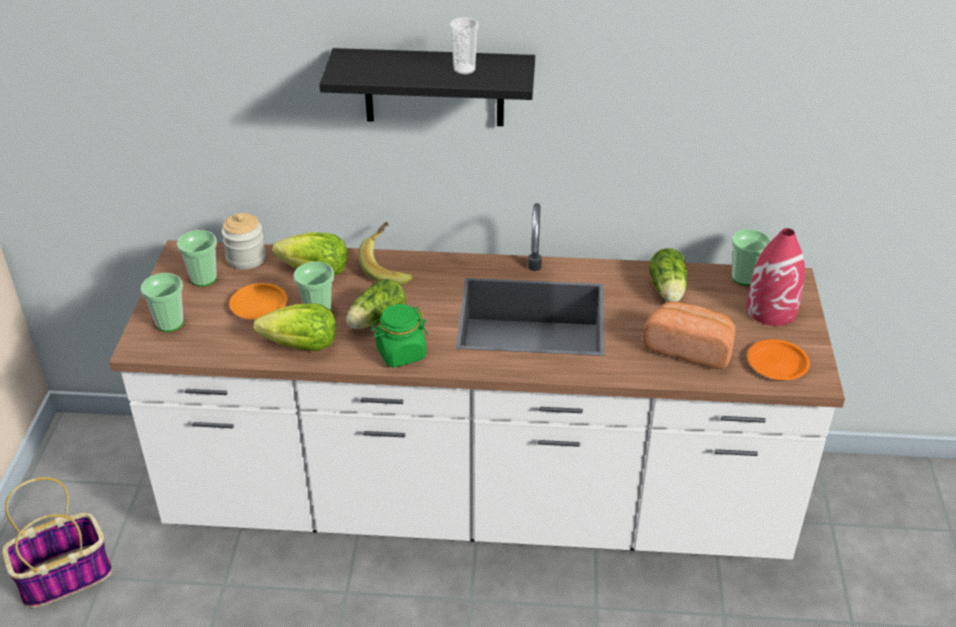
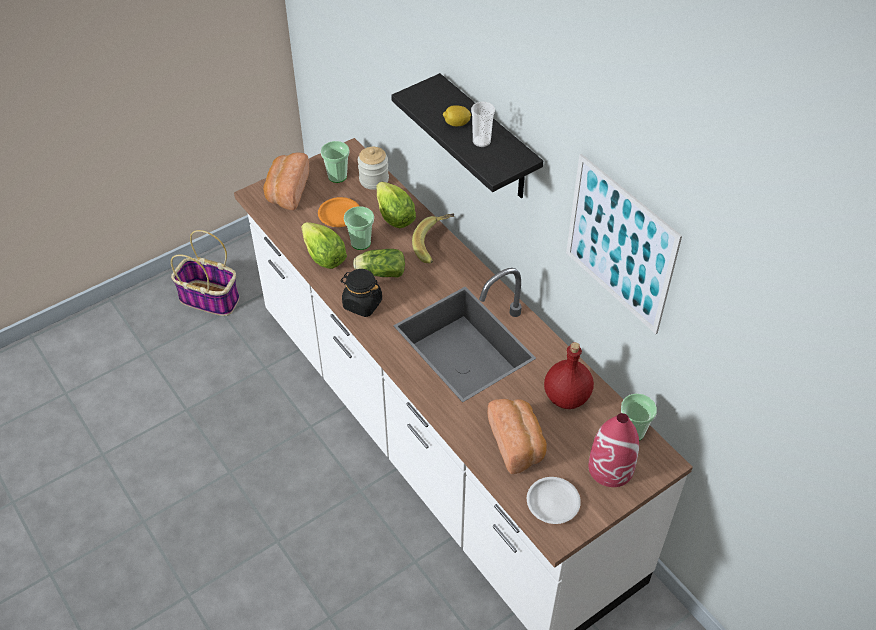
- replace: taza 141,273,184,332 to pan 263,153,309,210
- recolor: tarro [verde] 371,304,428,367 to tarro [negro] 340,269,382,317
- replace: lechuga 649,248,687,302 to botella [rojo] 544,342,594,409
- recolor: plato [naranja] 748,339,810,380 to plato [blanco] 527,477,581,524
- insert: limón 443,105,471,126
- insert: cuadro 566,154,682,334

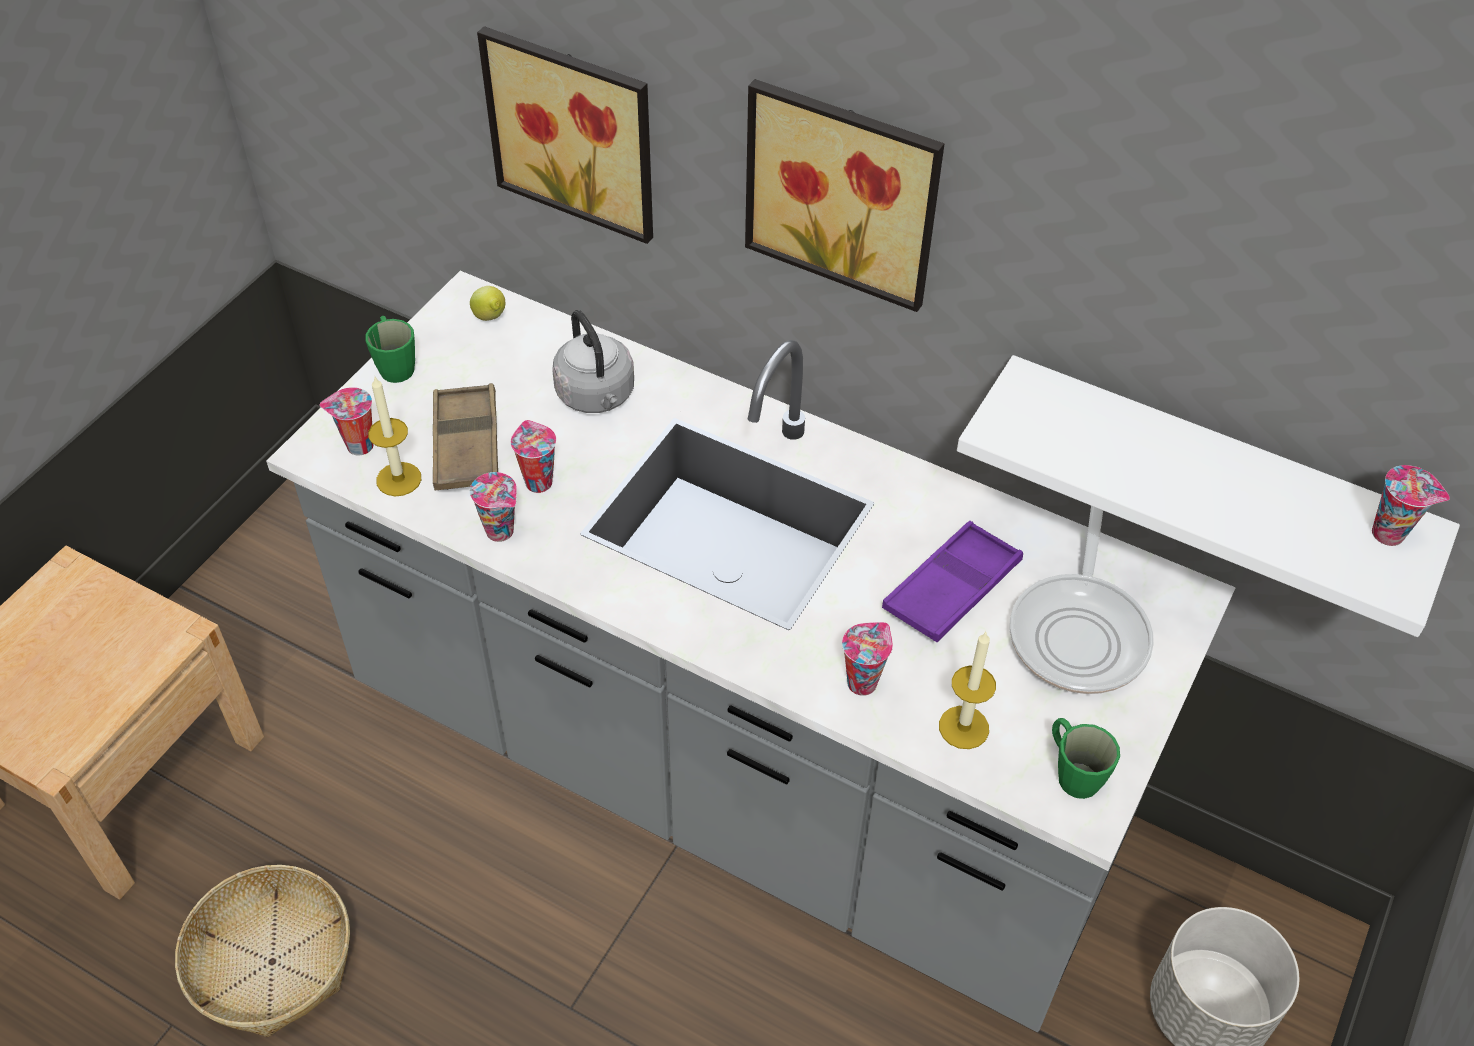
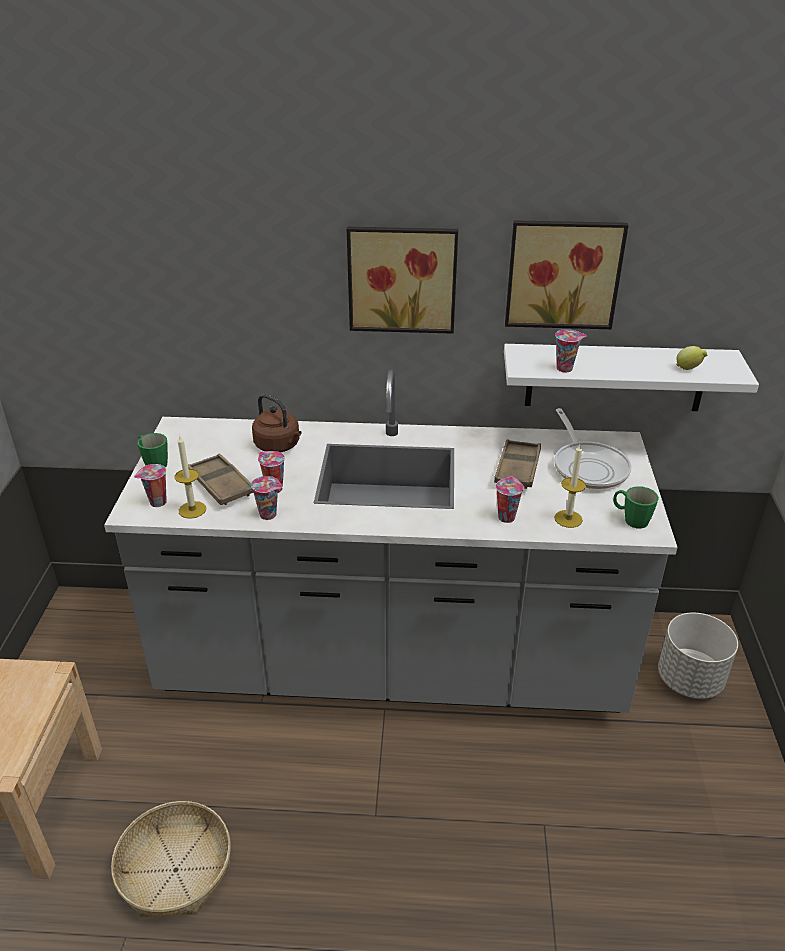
- move: limón 470,286,505,321 to 676,346,707,370
- move: cuadro 477,26,653,244 to 505,220,628,329
- recolor: hervidor [gris] 552,310,634,413 to hervidor [marrón] 252,394,301,453
- recolor: bandeja [morado] 882,521,1023,642 to bandeja [marrón] 494,440,541,489
- move: taza 1372,465,1450,546 to 555,329,587,373

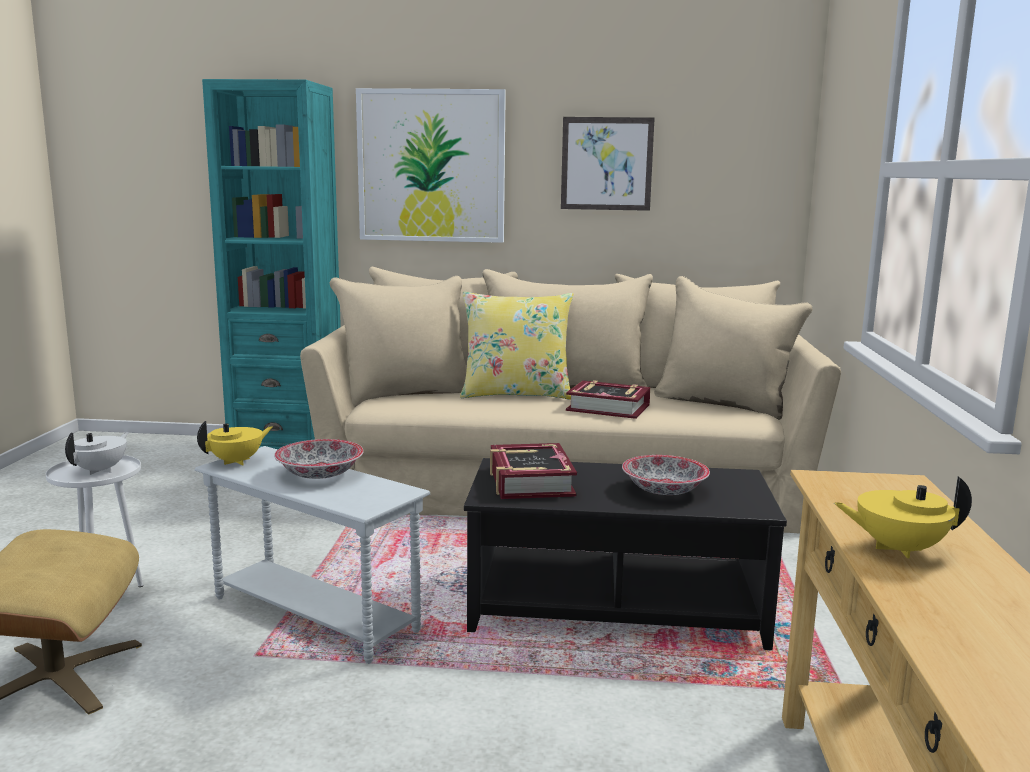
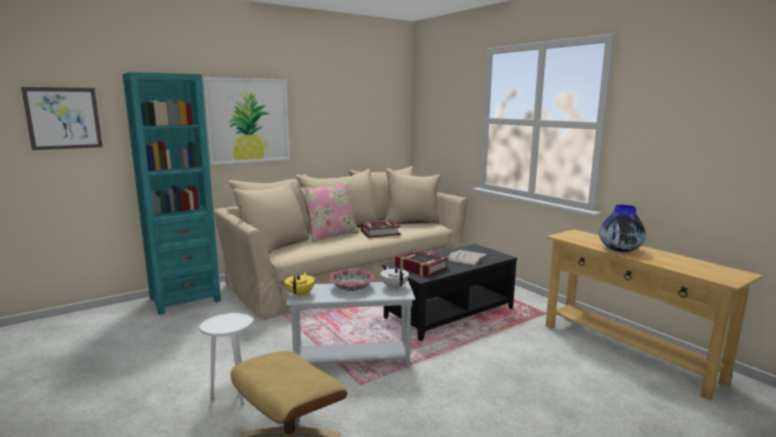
- move: tetera [blanco] 65,432,129,475 to 380,266,409,290
- recolor: cojín [amarillo] 460,292,573,400 to cojín [rosa] 300,182,359,243
- move: cuadro 561,117,655,211 to 21,87,103,150
- replace: cuenco 622,455,710,495 to libro [blanco] 446,250,488,266
- replace: tetera [amarillo] 834,477,972,558 to florero 599,205,646,252

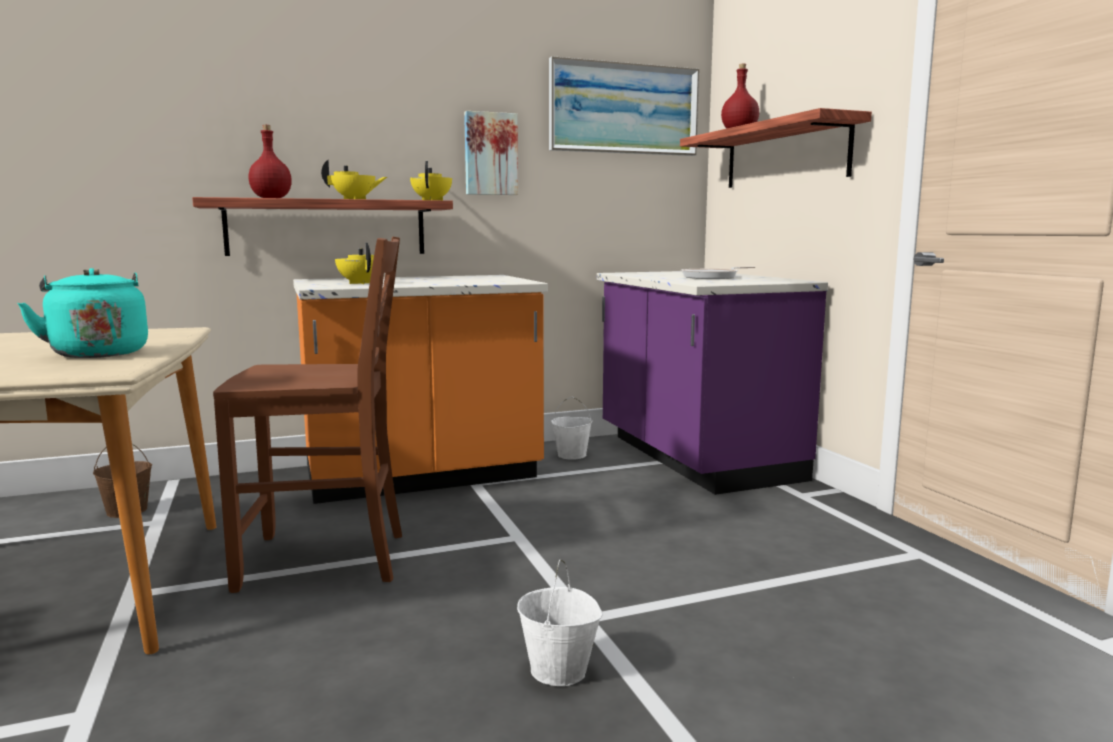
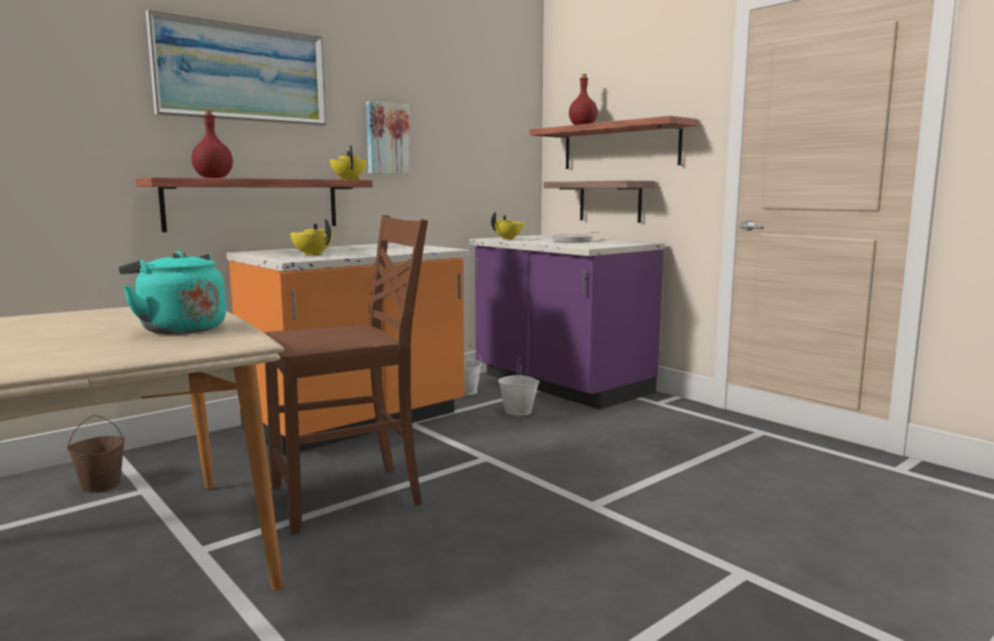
- move: tetera [amarillo] 321,160,387,199 to 491,212,526,239
- move: cubo [blanco] 517,560,603,686 to 498,359,539,416
- move: cuadro 549,56,699,156 to 146,10,326,126
- insert: estante 544,181,655,223

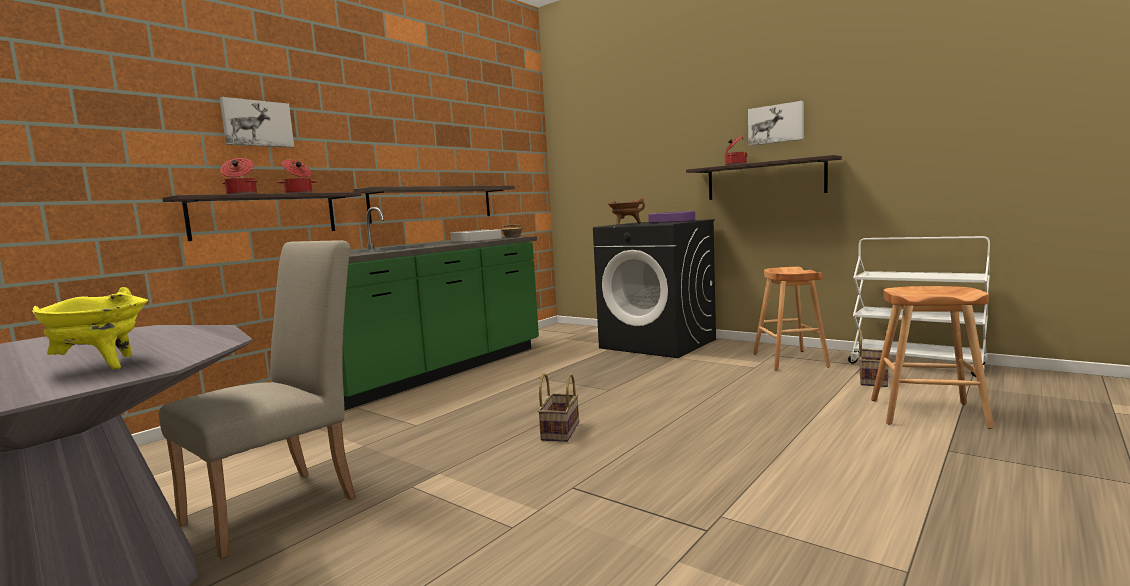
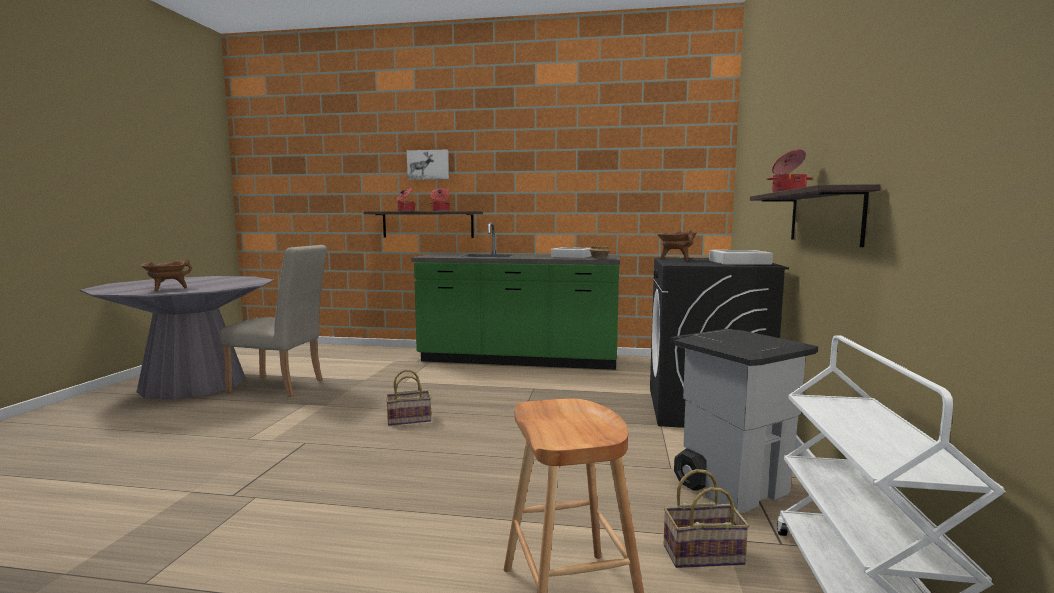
- recolor: olla [amarillo] 32,287,148,369 to olla [marrón] 141,259,192,291
- delete: estante 354,186,515,224
- recolor: bandeja [morado] 648,211,695,223 to bandeja [gris] 709,250,773,265
- delete: cuadro 748,101,804,146
- replace: taburete [marrón] 753,267,831,371 to papelera [gris] 670,329,818,513

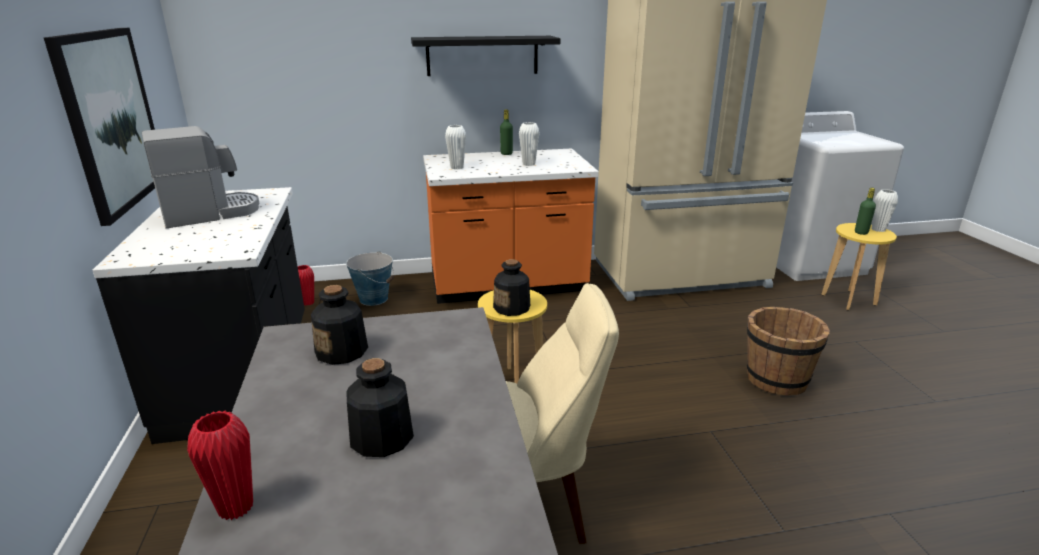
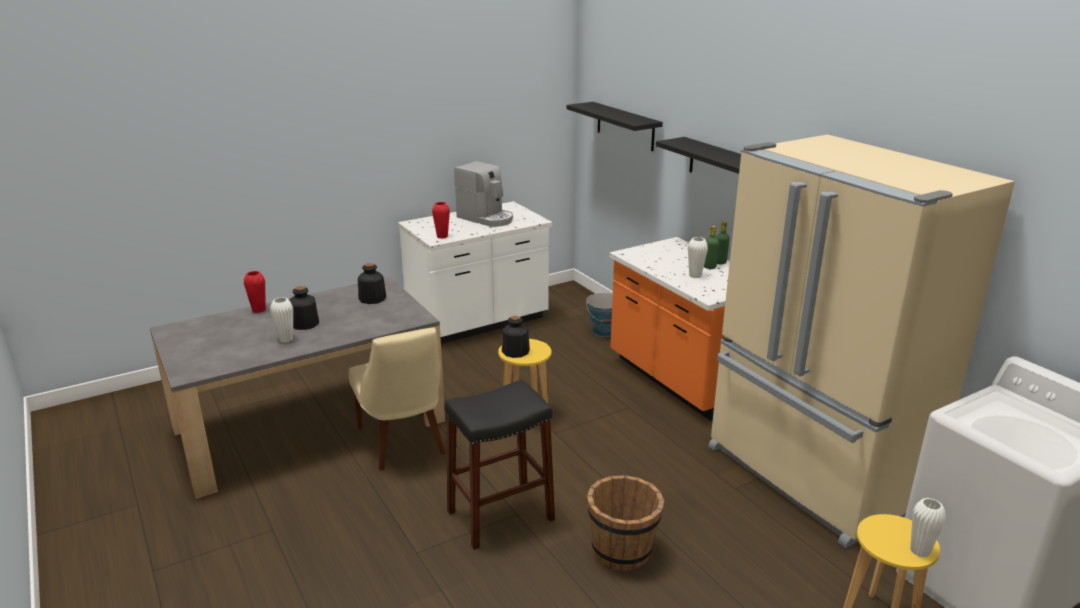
- delete: cuadro 44,28,155,226
- recolor: mueble bajo de cocina [negro] 93,187,305,444 to mueble bajo de cocina [blanco] 398,201,552,344
- move: florero [rojo] 298,265,314,306 to 432,202,450,239
- move: florero [blanco] 445,125,466,169 to 270,297,293,342
- move: botella [verde] 855,188,876,235 to 704,226,719,269
- insert: taburete [negro] 444,379,555,550
- insert: estante [negro] 567,102,663,151

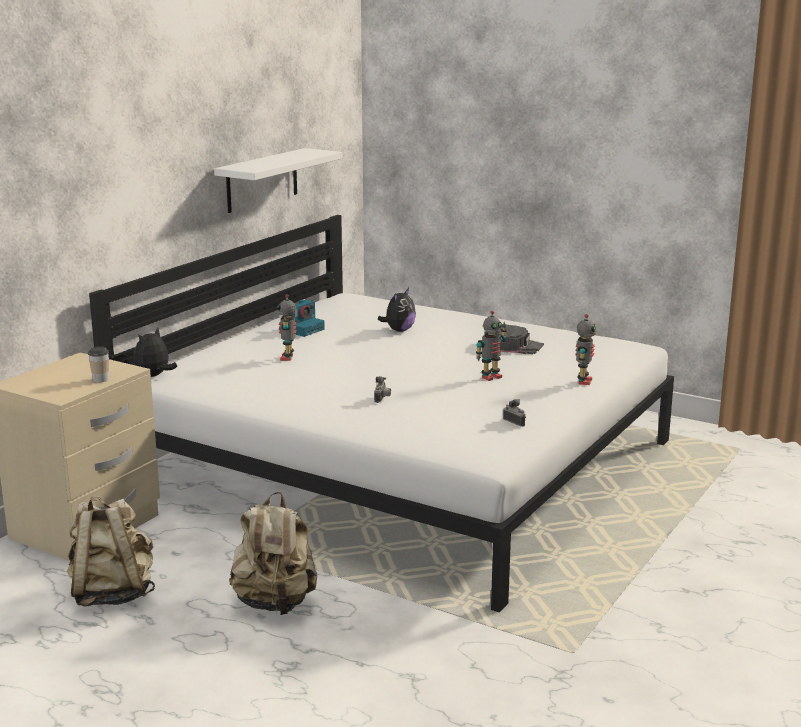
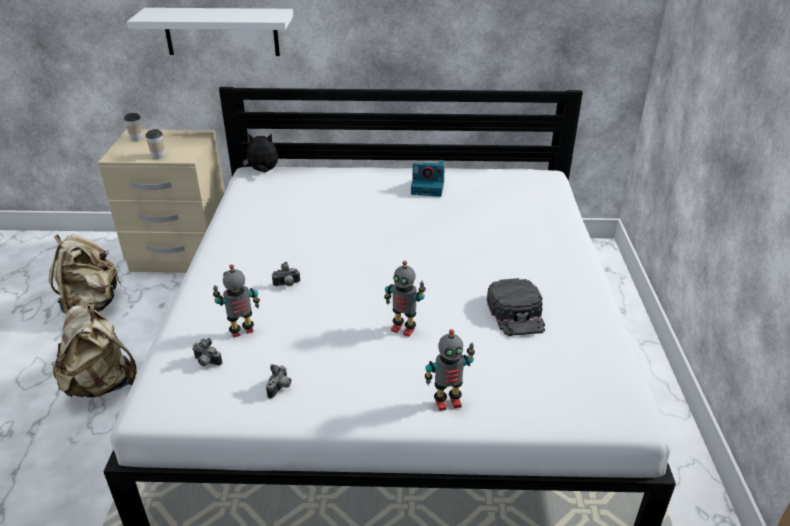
- move: estante [blanco] 214,148,343,213 to 127,8,293,56
- move: robot de juguete 278,294,297,361 to 213,264,260,338
- delete: peluche 378,288,416,332
- insert: taza 124,113,143,141
- insert: cámara 192,338,222,366

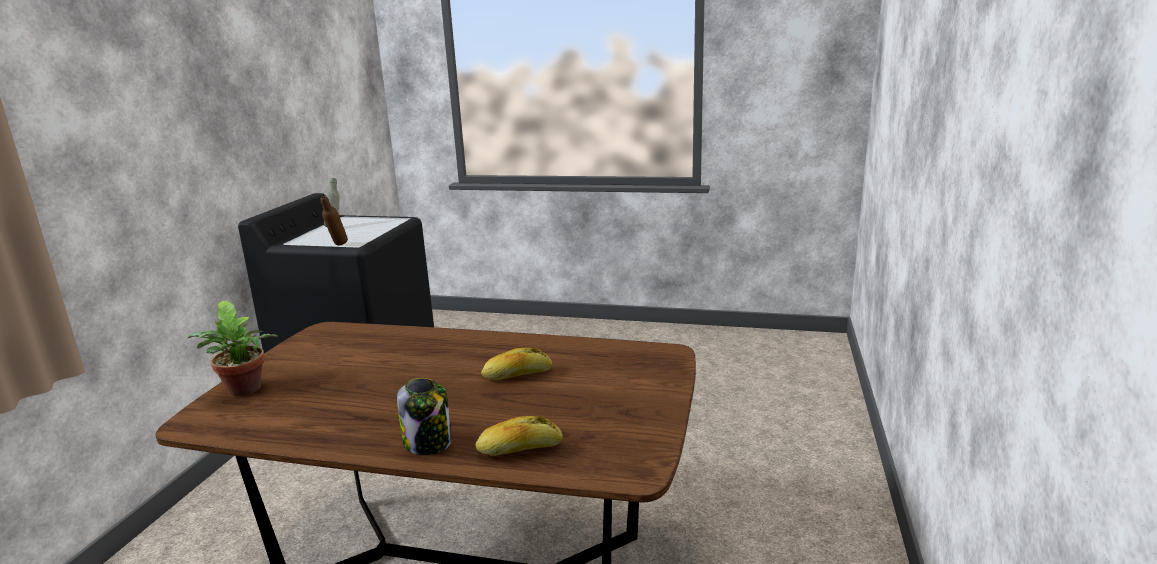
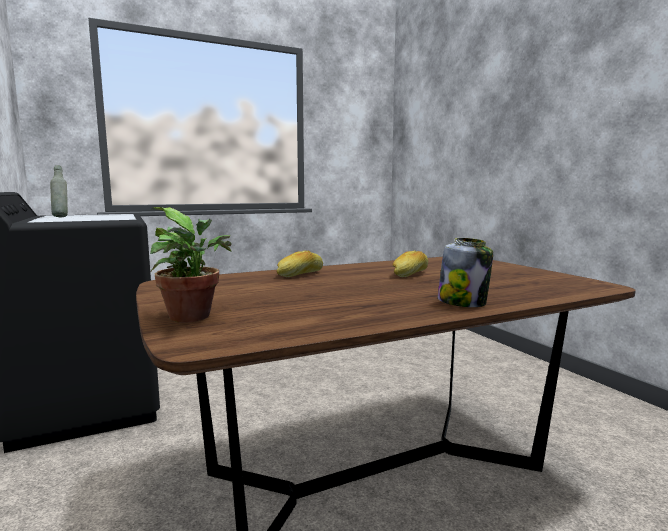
- delete: botella [marrón] 320,196,348,246
- move: pan 475,416,563,456 to 277,251,323,277

